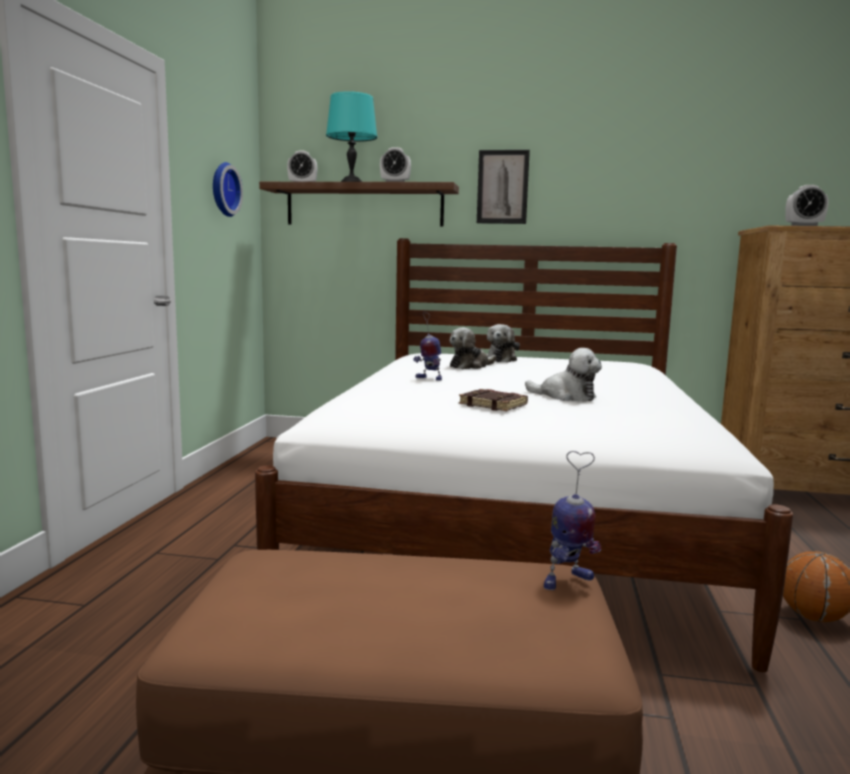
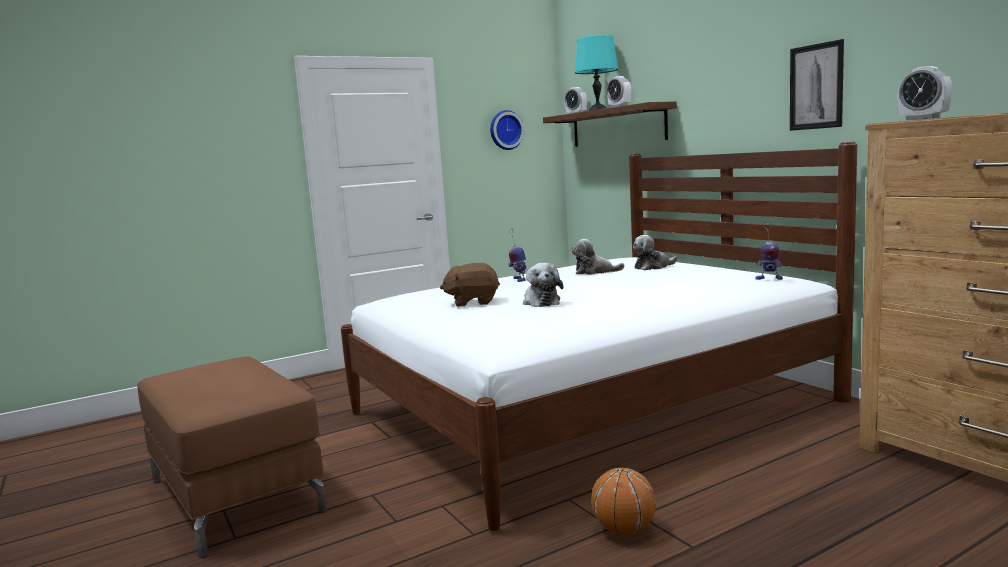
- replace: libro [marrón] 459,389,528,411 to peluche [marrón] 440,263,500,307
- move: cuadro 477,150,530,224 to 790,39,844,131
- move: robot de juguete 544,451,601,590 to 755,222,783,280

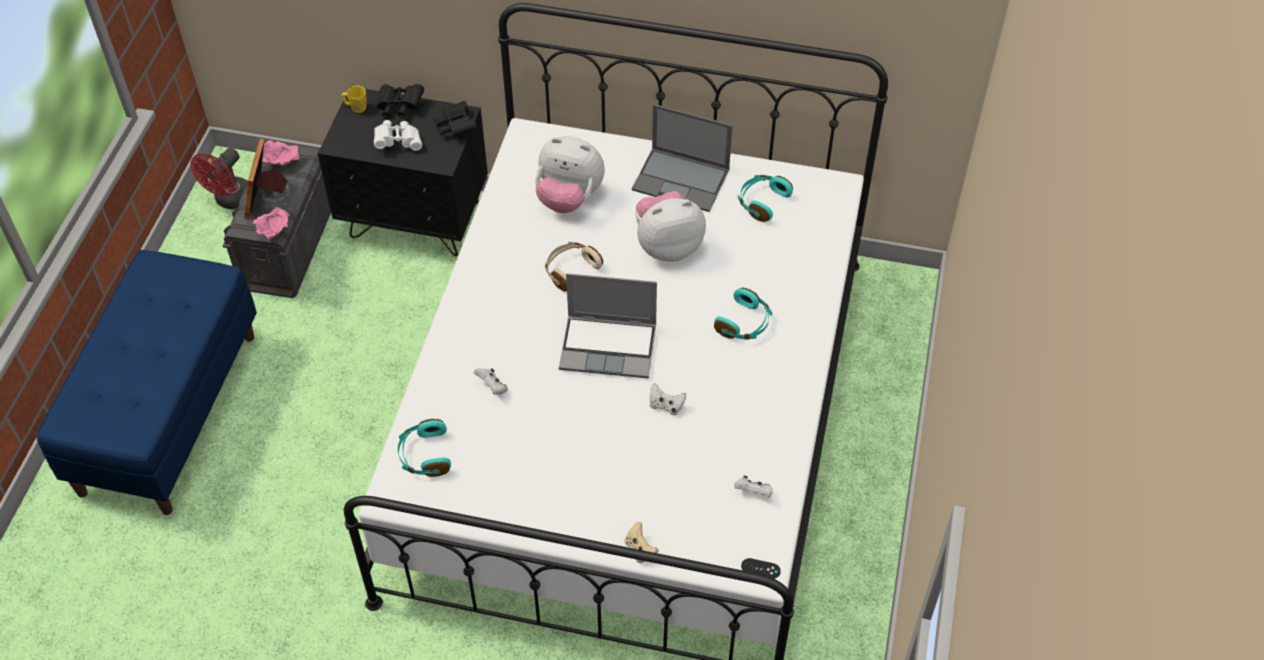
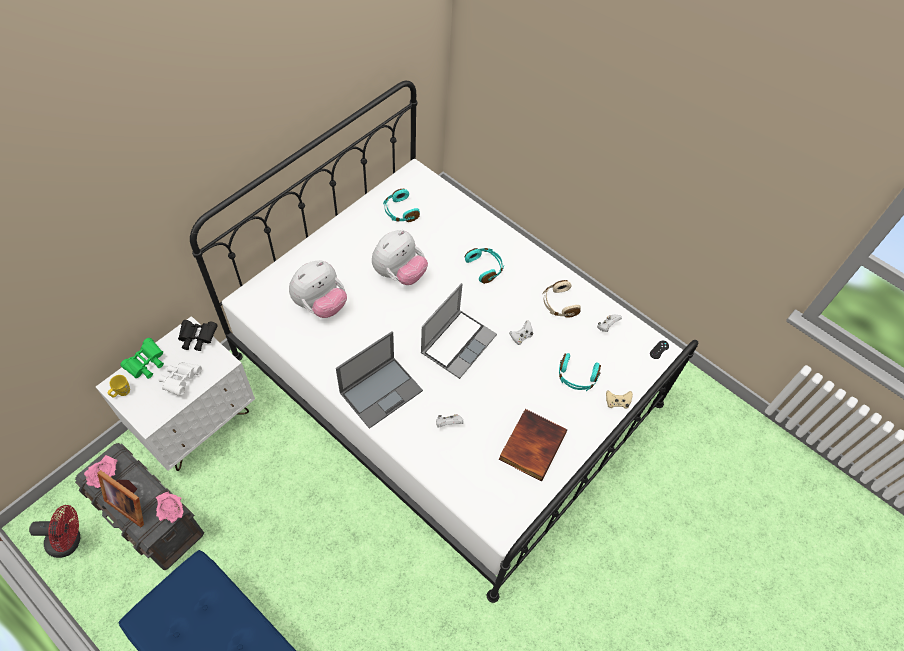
- rotate: ventilador [rojo] 190,148,248,210 = 29,505,80,558 60 degrees counterclockwise
- recolor: mesita de noche [negro] 318,86,488,256 to mesita de noche [blanco] 96,316,255,471
- recolor: prismáticos [negro] 377,84,424,118 to prismáticos [verde] 120,338,164,379
- move: auriculares [turquesa] 398,419,451,477 to 559,353,601,391
- move: auriculares [beis] 545,242,603,292 to 543,280,581,318
- move: portátil 632,104,732,212 to 336,331,423,429
- rotate: peluche 635,191,706,262 = 372,230,428,285 150 degrees counterclockwise
- insert: libro 499,409,567,481

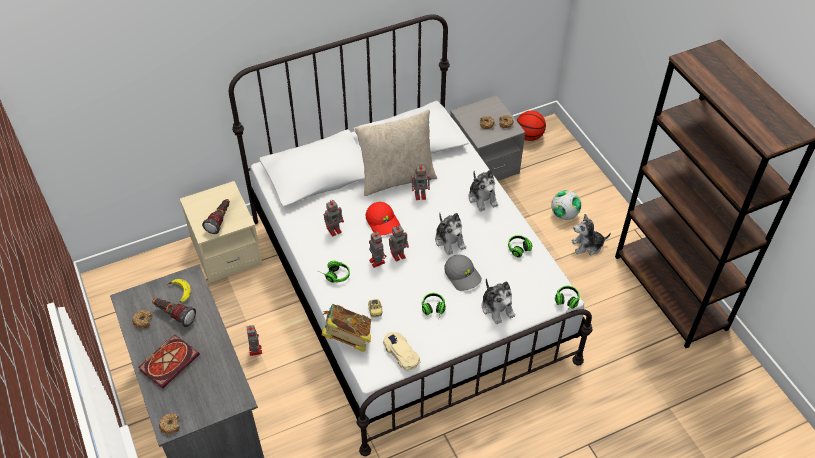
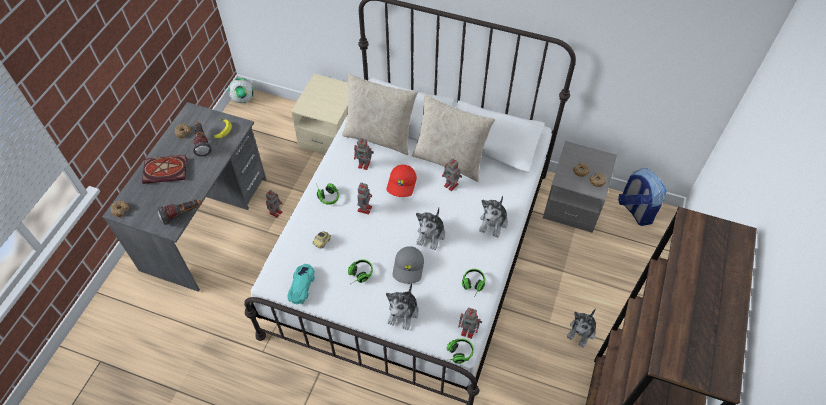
- move: linterna 202,199,230,234 to 158,200,202,225
- delete: libro 322,304,371,352
- recolor: coche de juguete [beis] 383,332,420,371 to coche de juguete [turquesa] 287,264,315,304
- move: robot de juguete 389,225,409,262 to 458,307,482,339
- replace: balón de baloncesto 517,111,546,141 to mochila 618,168,667,226
- move: balón de fútbol 551,190,581,220 to 228,78,254,103
- rotate: peluche 572,214,611,256 = 567,308,596,347 90 degrees counterclockwise
- insert: cojín [beis] 342,73,418,155

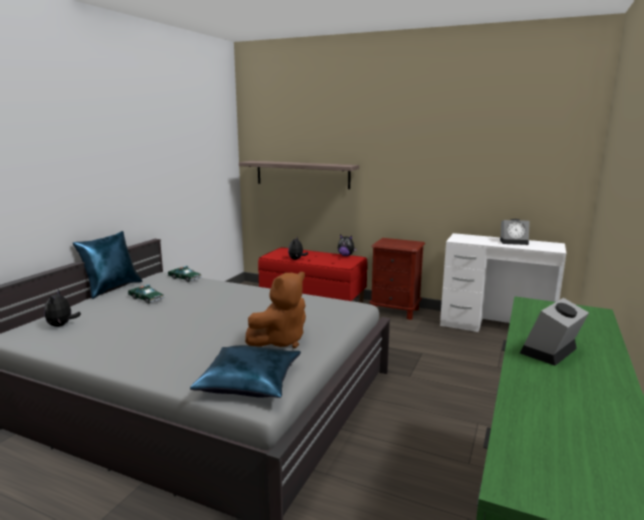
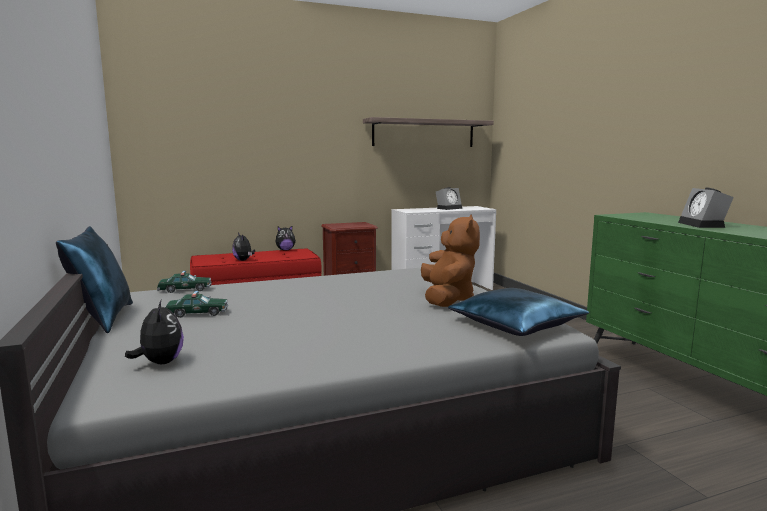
- rotate: peluche 44,289,81,327 = 125,300,184,364 150 degrees counterclockwise
- move: estante 239,161,359,189 to 363,117,494,147

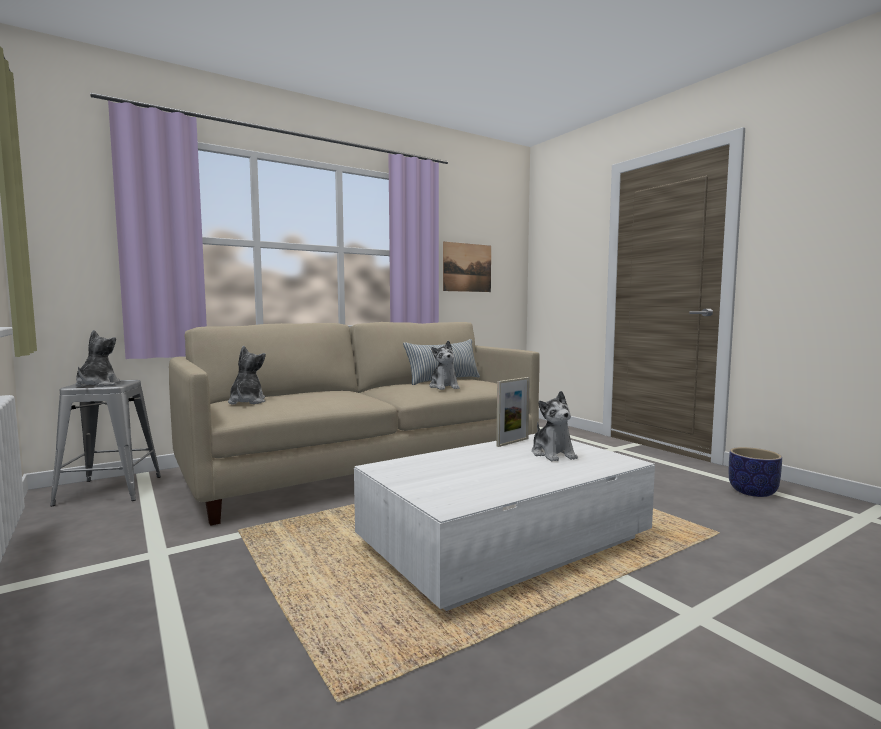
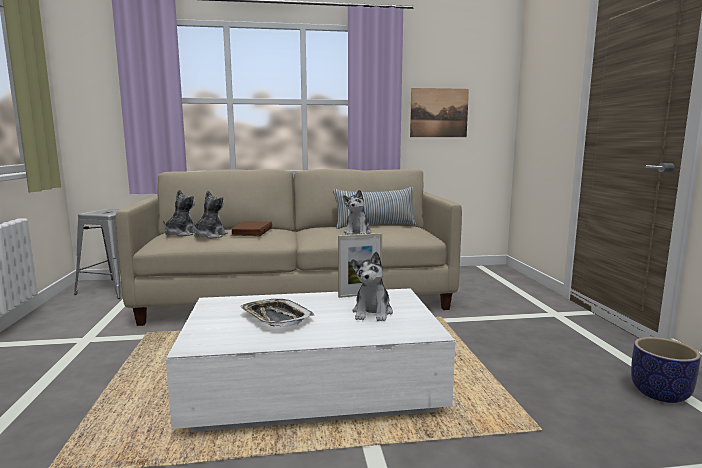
- move: peluche 76,330,120,387 to 193,190,228,239
- insert: libro [marrón] 231,221,272,236
- insert: bandeja 240,299,315,326

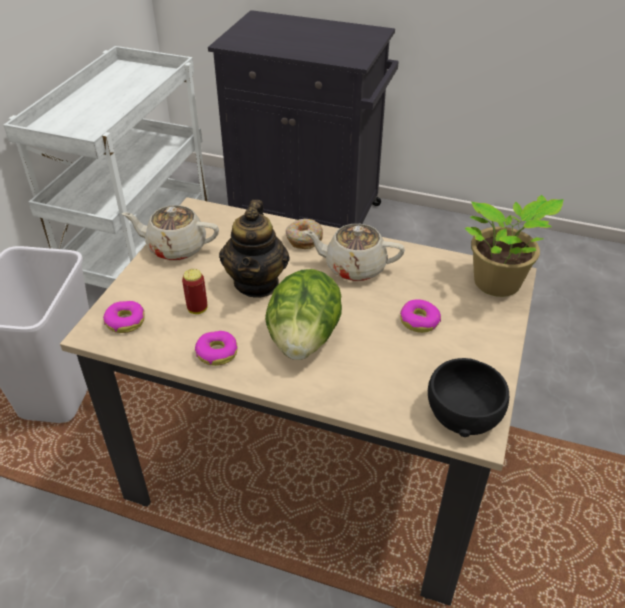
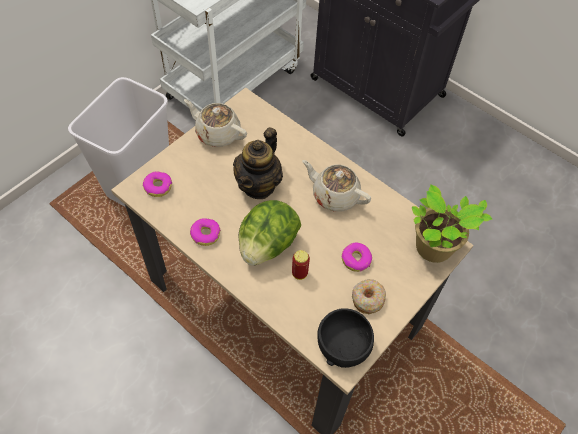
- move: lata 182,269,207,314 to 292,250,310,280
- move: rosquilla 286,219,323,249 to 352,279,386,314

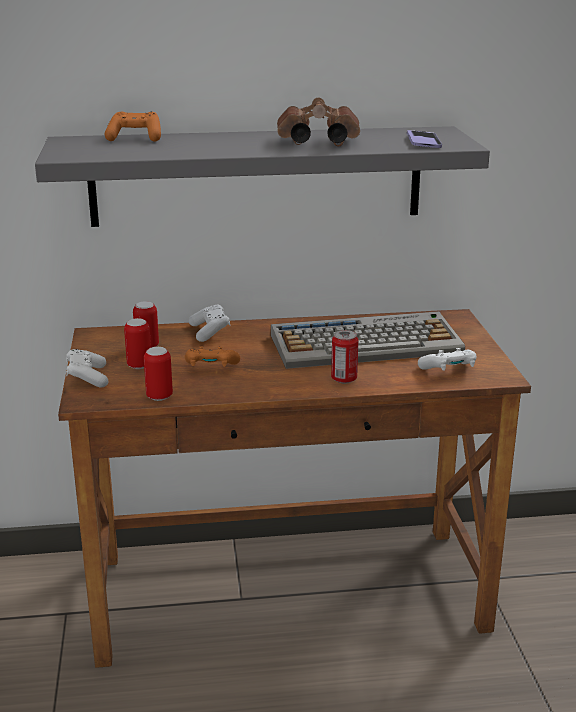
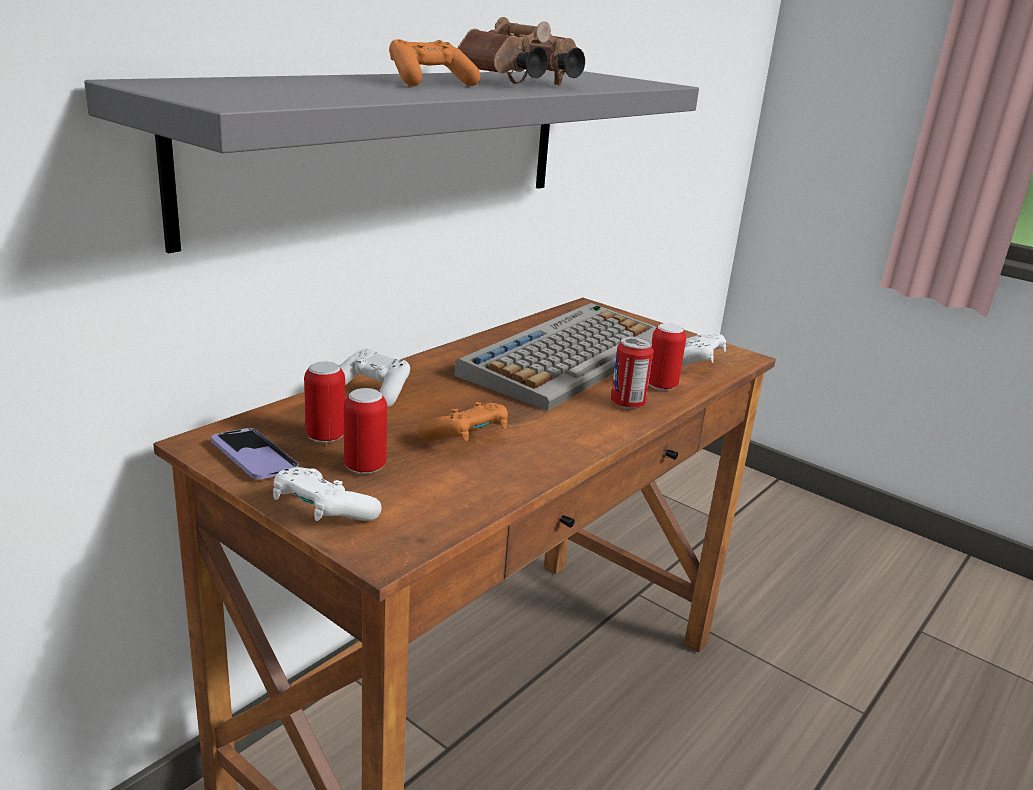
- move: mando de consola [naranja] 105,111,161,142 to 389,39,480,86
- move: lata 144,347,173,401 to 649,323,686,391
- move: móvil 407,130,442,148 to 211,428,299,480

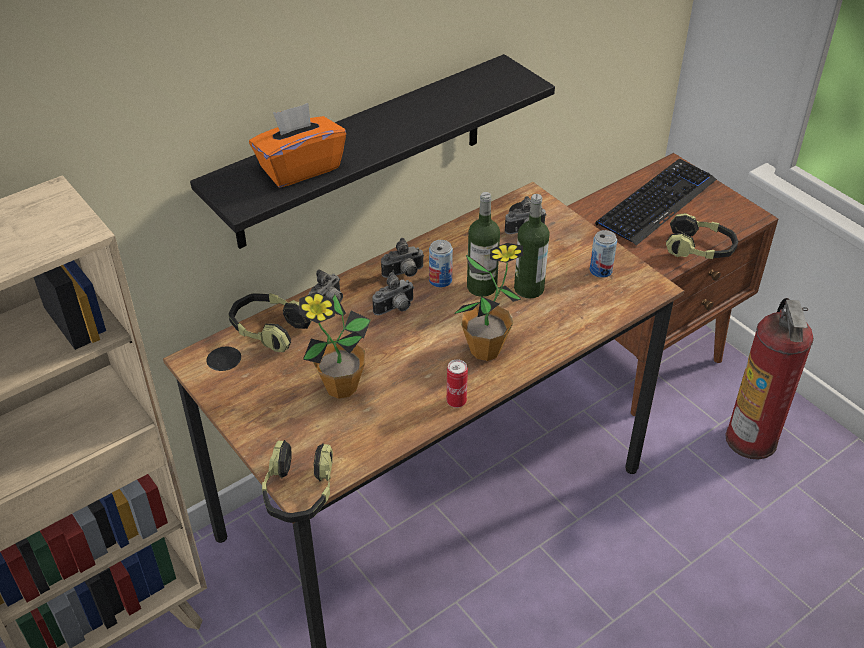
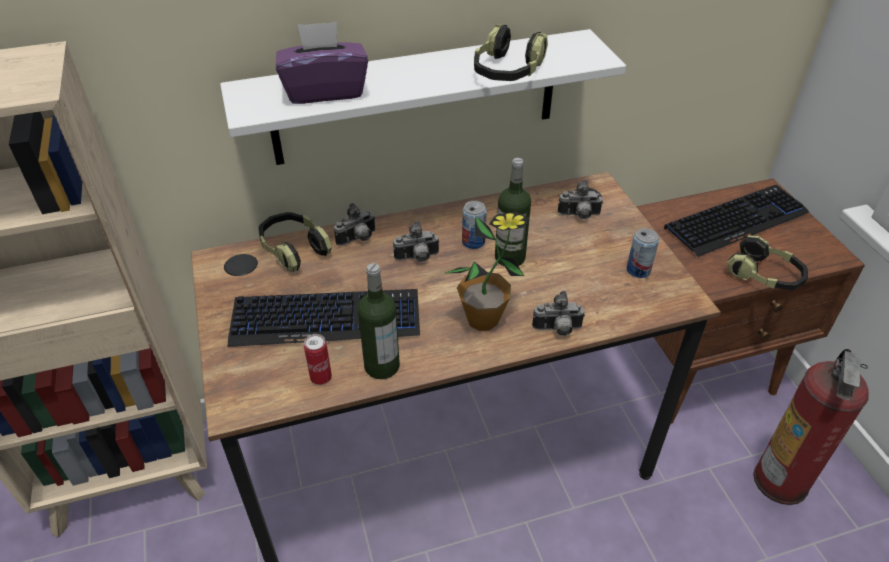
- recolor: estante [negro] 190,54,555,249 to estante [blanco] 220,29,626,165
- recolor: caja de pañuelos [naranja] 249,103,346,188 to caja de pañuelos [morado] 276,22,368,104
- move: auriculares 262,440,333,523 to 474,25,548,81
- replace: planta en maceta 299,292,371,399 to teclado 228,289,420,347
- move: cámara 381,238,424,278 to 532,291,585,336
- move: lata 447,359,468,408 to 304,334,332,385
- move: botella 514,194,550,298 to 358,263,400,379

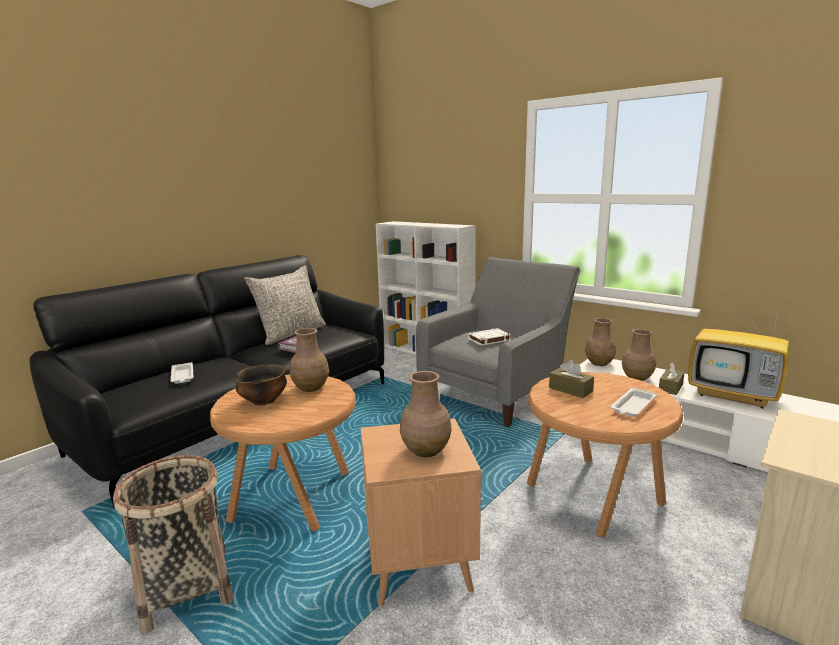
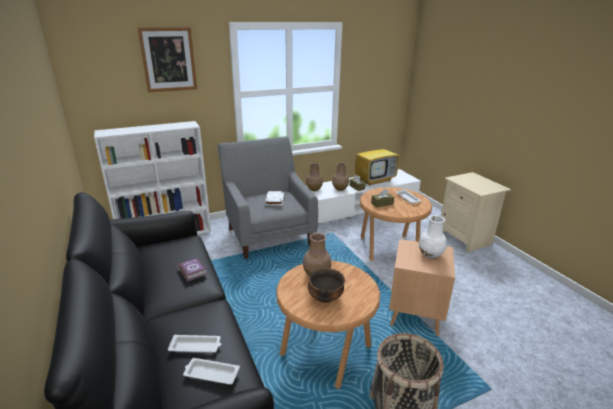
- delete: cojín [gris] 244,266,326,345
- recolor: florero [marrón] 400,371,452,457 to florero [blanco] 419,215,447,259
- insert: cuadro 137,27,197,92
- insert: bandeja [blanco] 183,358,240,385

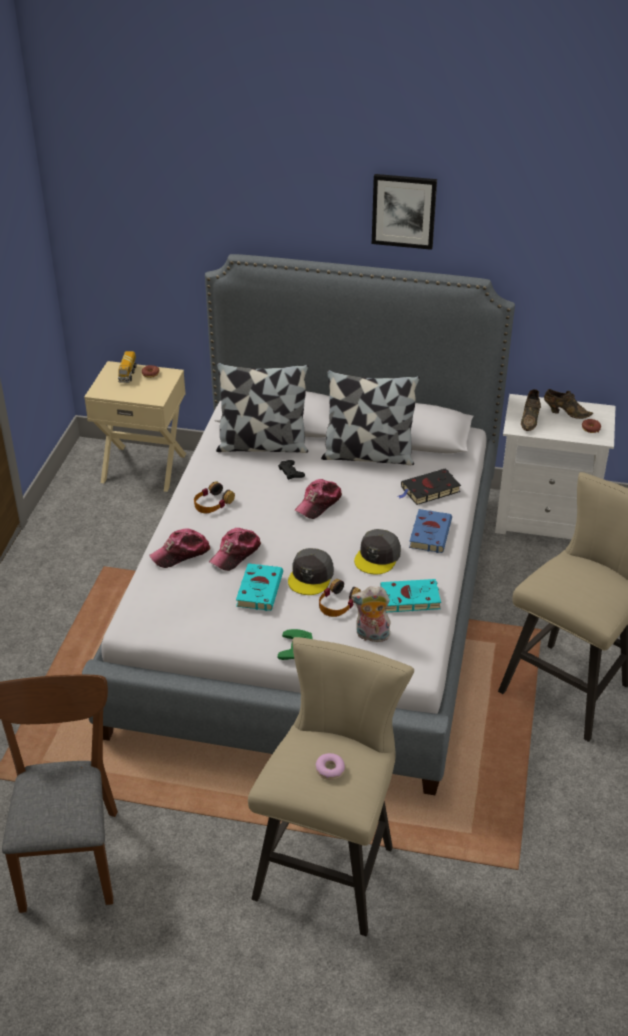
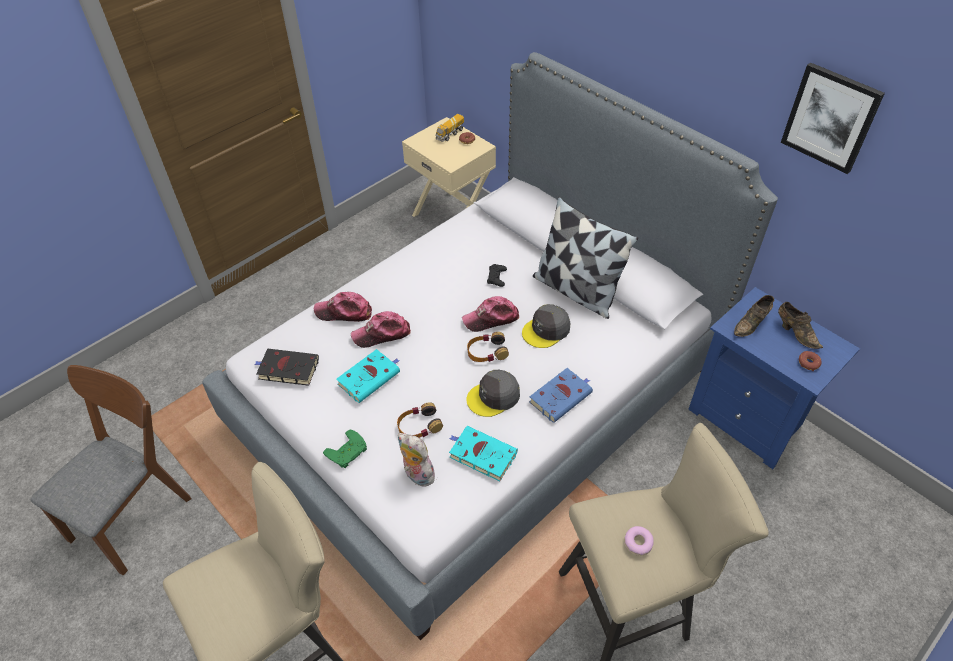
- move: auriculares 194,481,235,513 to 467,332,509,362
- delete: cojín 216,362,308,453
- move: gorra [gris] 288,548,334,595 to 522,304,570,348
- move: rosquilla 316,753,345,780 to 624,526,654,556
- move: cuadro 372,174,437,250 to 781,62,885,174
- move: libro [negro] 398,469,461,505 to 254,349,319,386
- recolor: mesita de noche [blanco] 495,394,616,539 to mesita de noche [azul] 688,287,860,469

